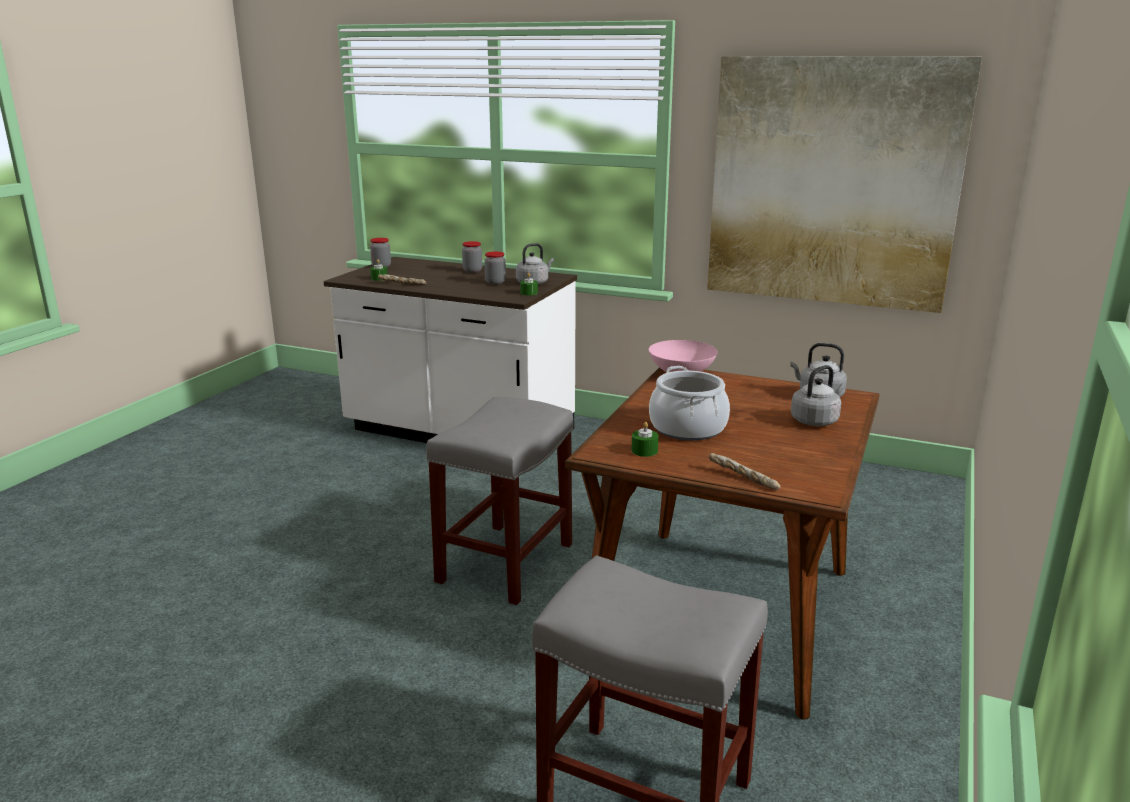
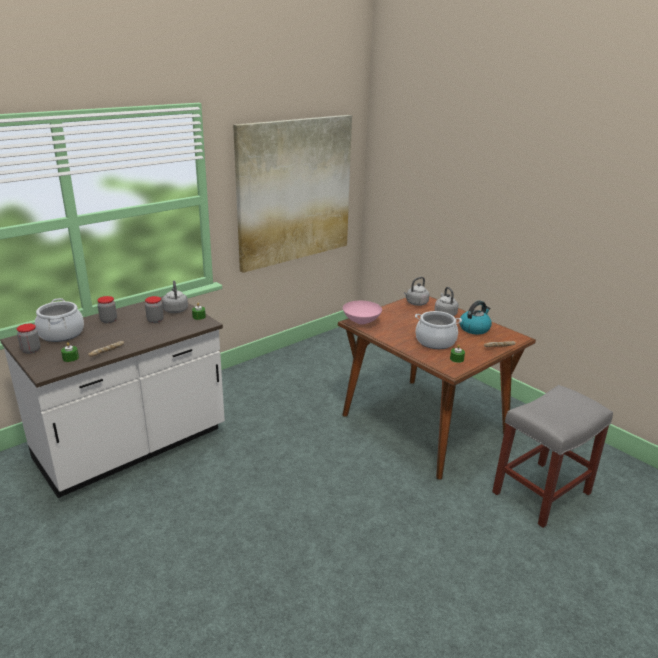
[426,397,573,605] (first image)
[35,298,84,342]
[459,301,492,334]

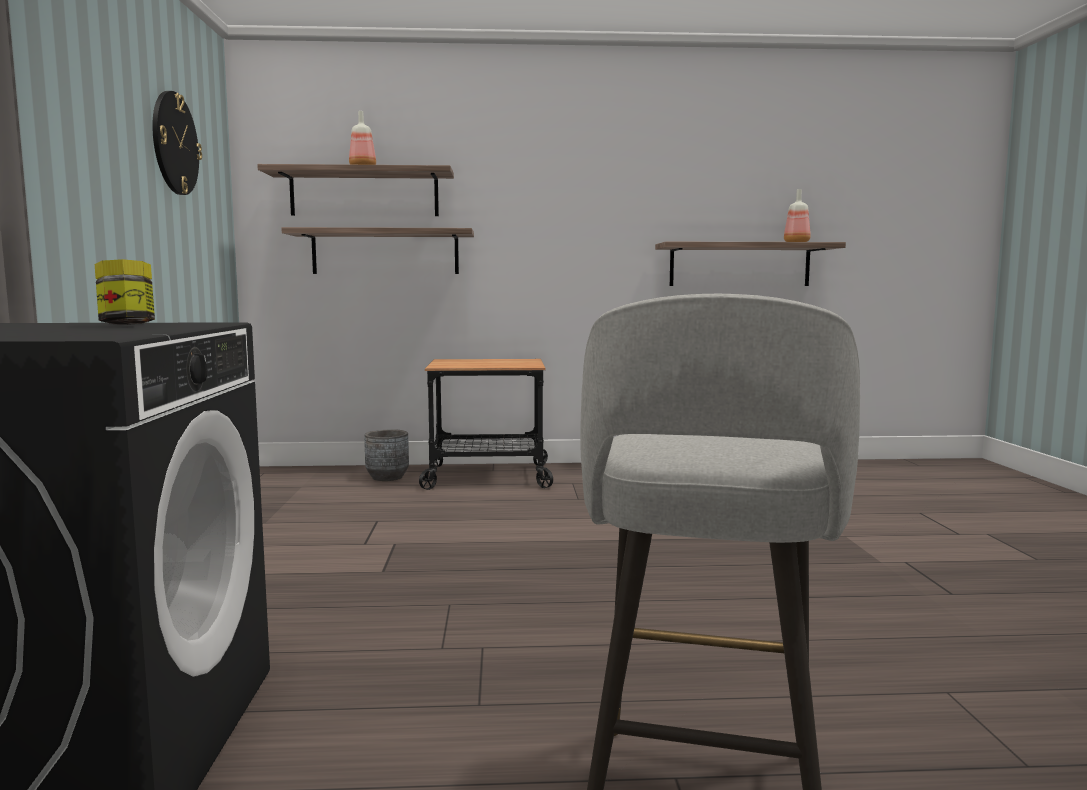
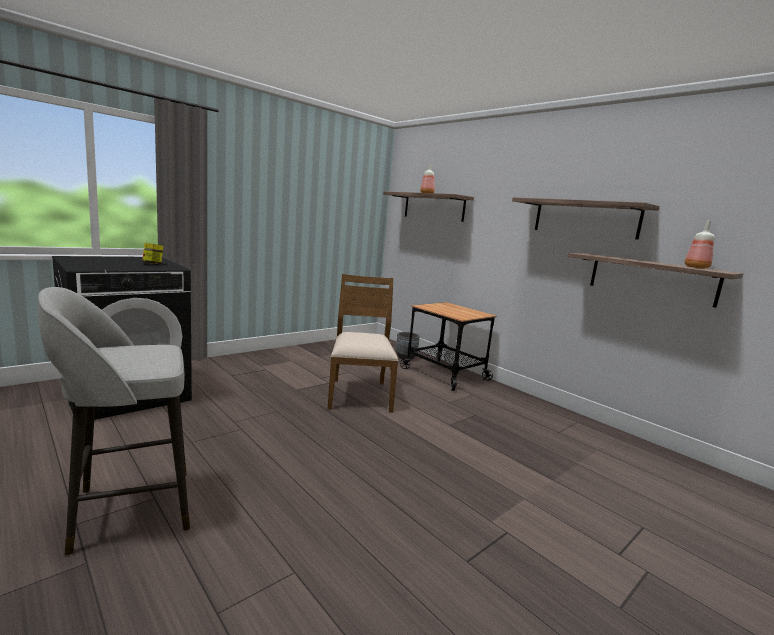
[152,91,202,195] (first image)
[328,274,398,413]
[512,197,660,240]

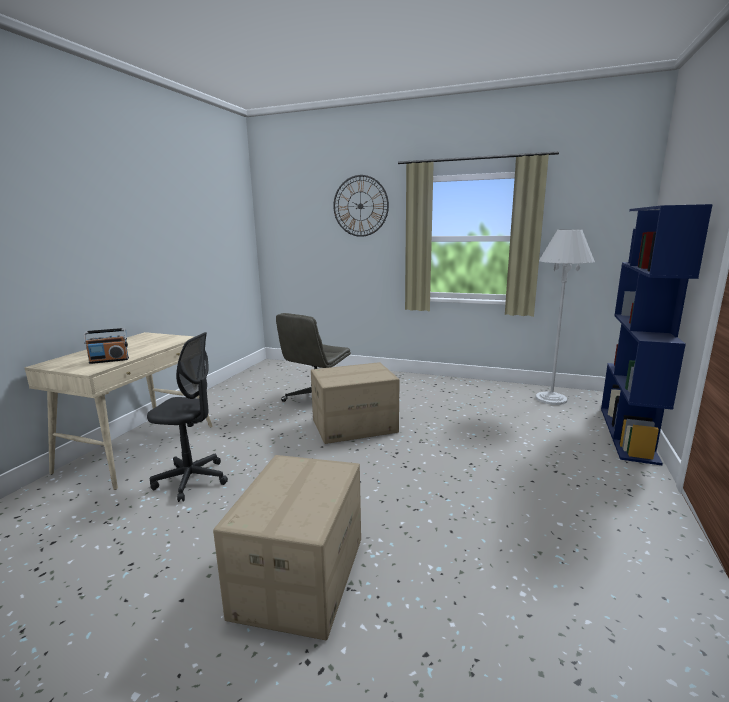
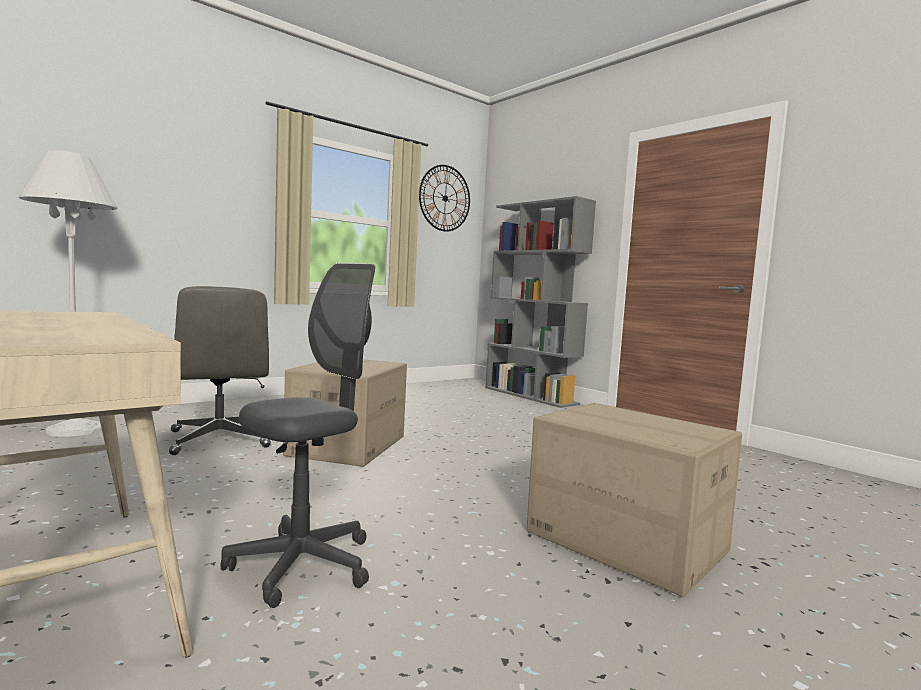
[84,328,129,364] (first image)
[419,165,470,232]
[18,150,118,437]
[485,196,596,408]

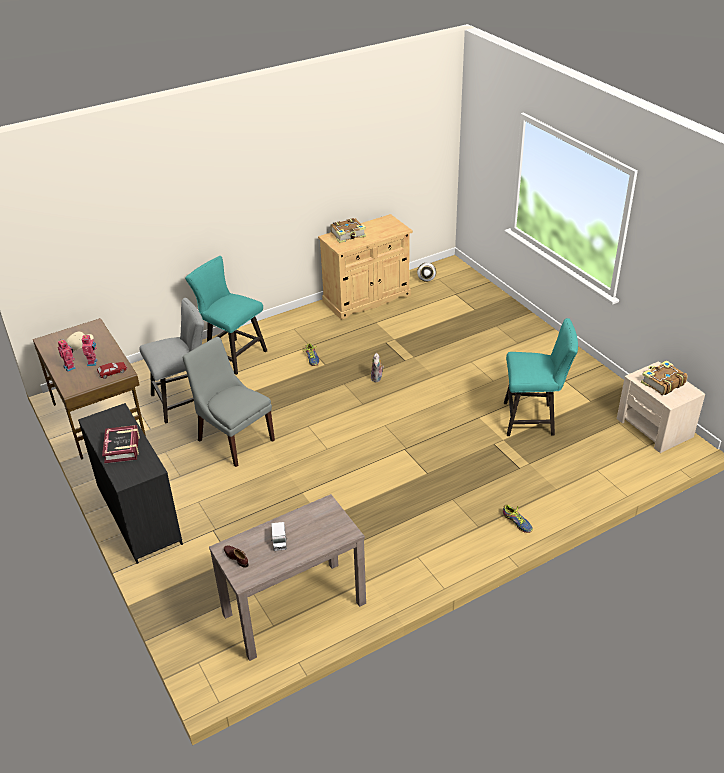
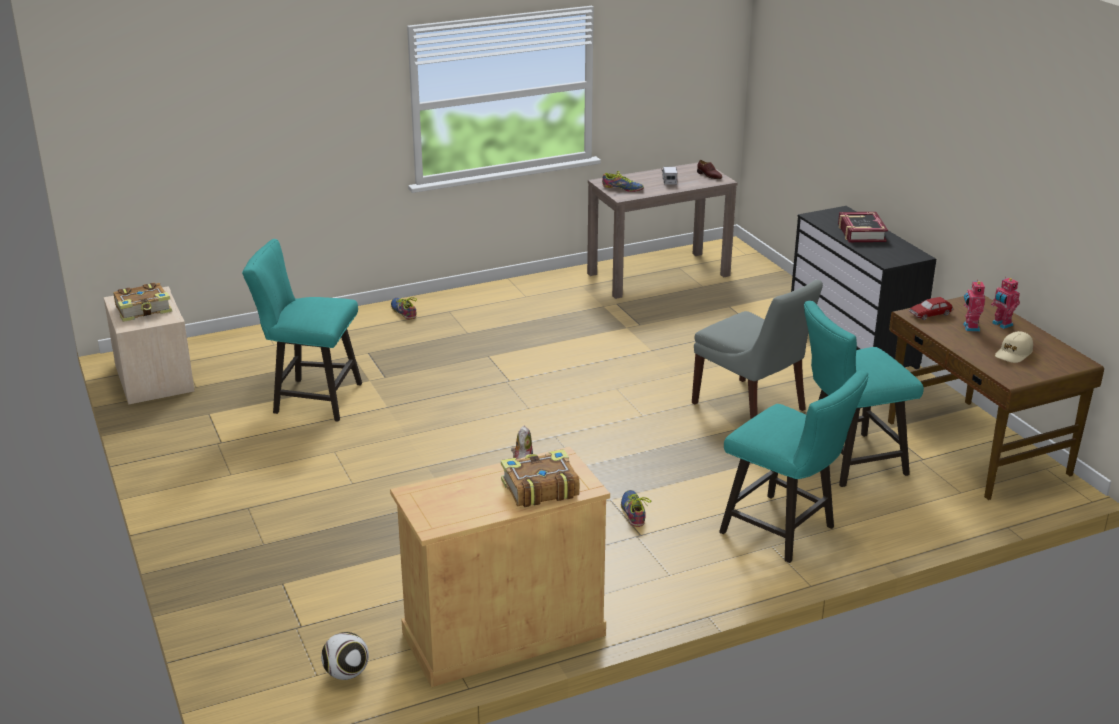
[602,171,644,192]
[804,301,924,487]

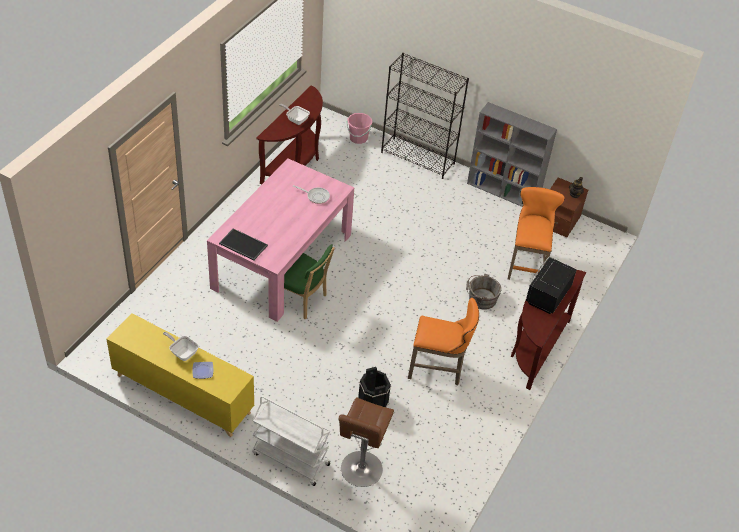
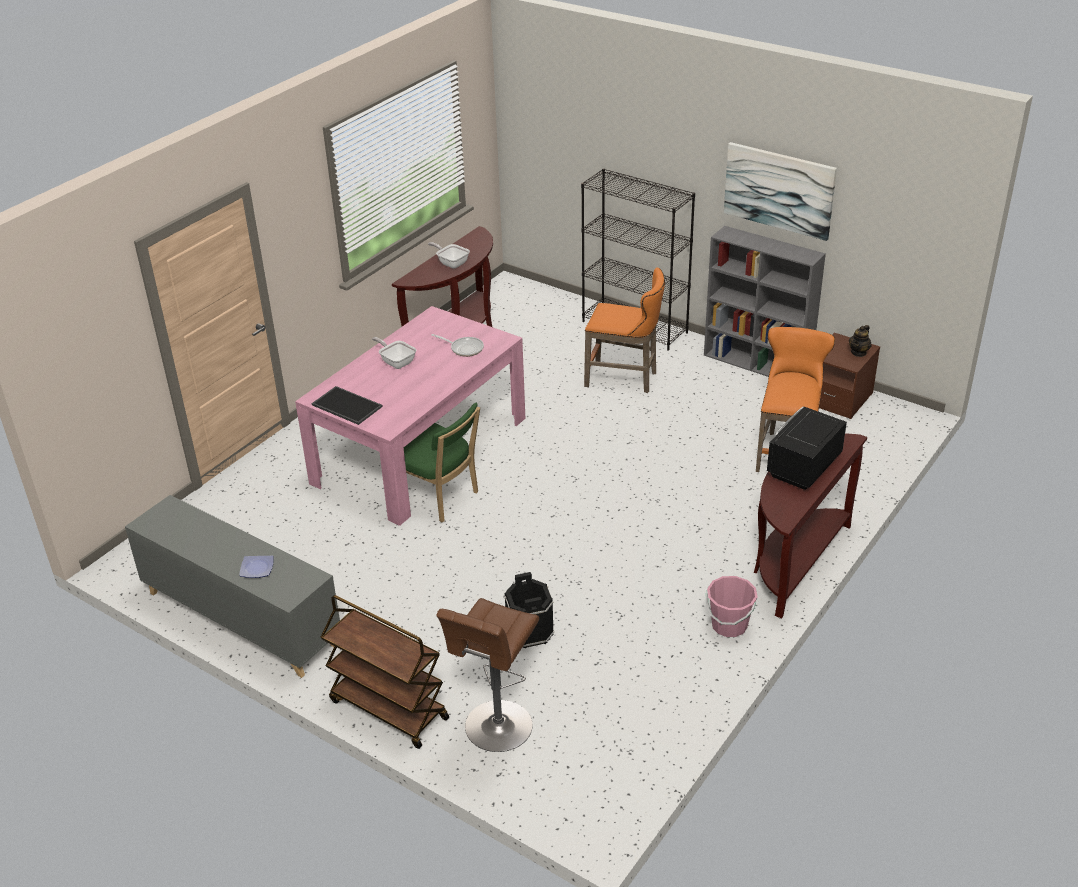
[466,274,501,310] (first image)
[724,142,837,241]
[372,337,416,369]
[706,576,758,637]
[584,267,665,393]
[125,495,340,678]
[321,595,449,749]

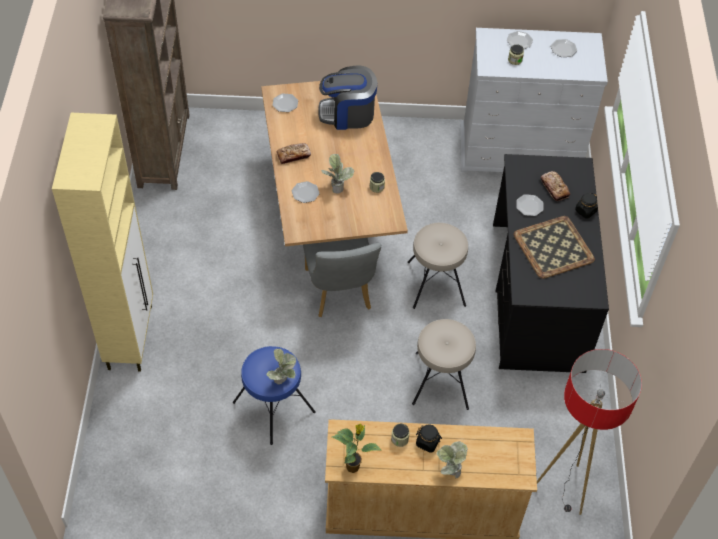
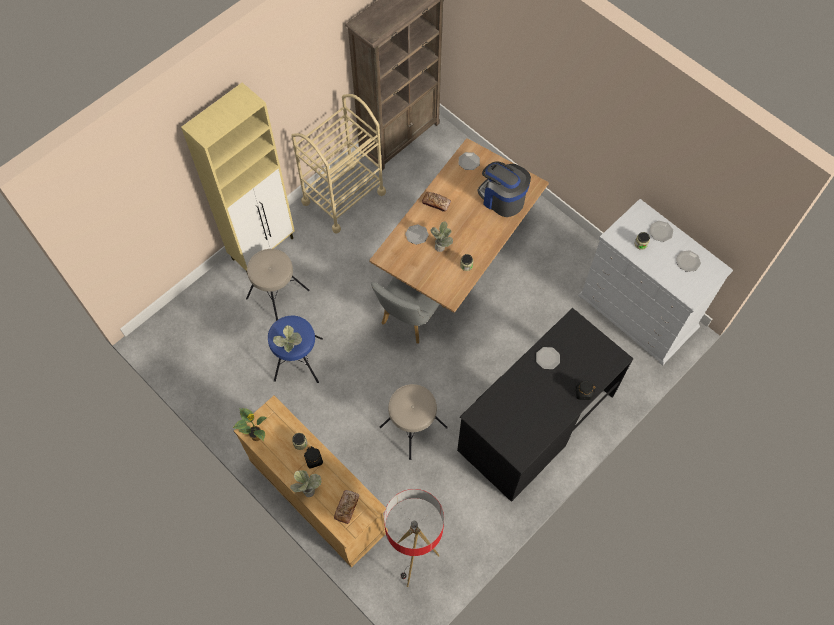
[514,216,595,279] (first image)
[291,94,386,234]
[246,249,310,321]
[334,490,359,524]

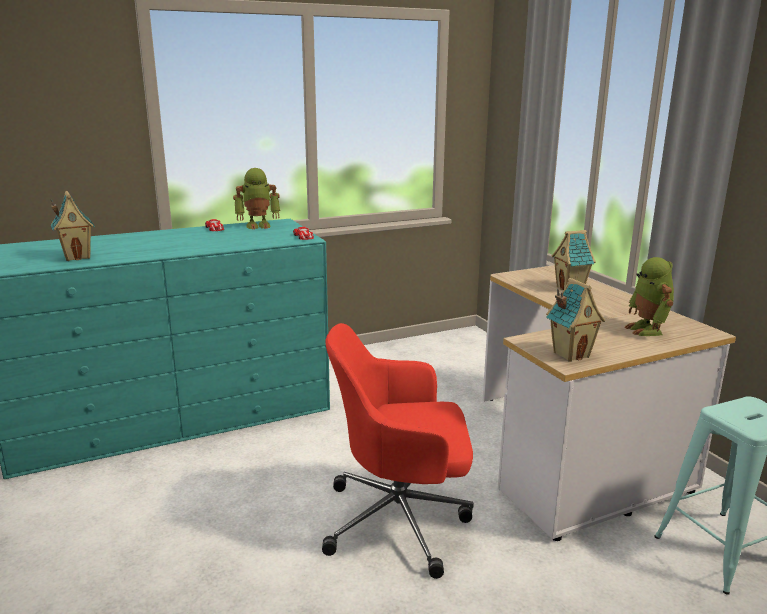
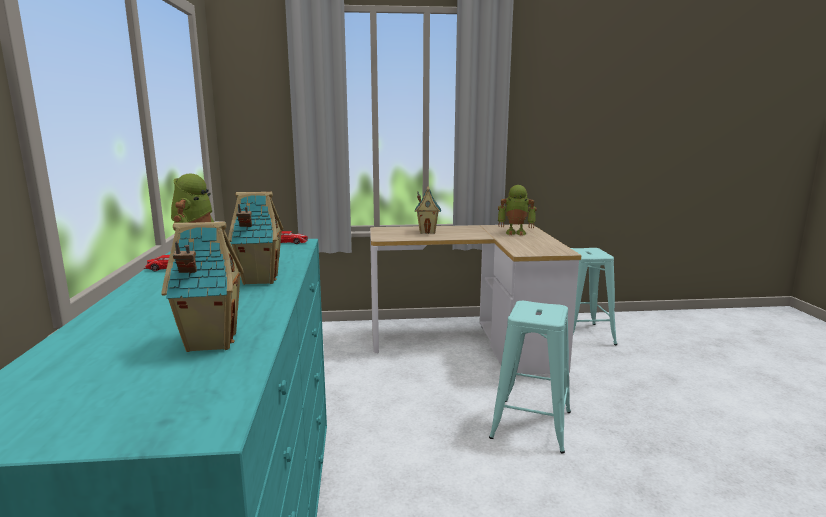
[228,192,284,285]
[489,301,571,453]

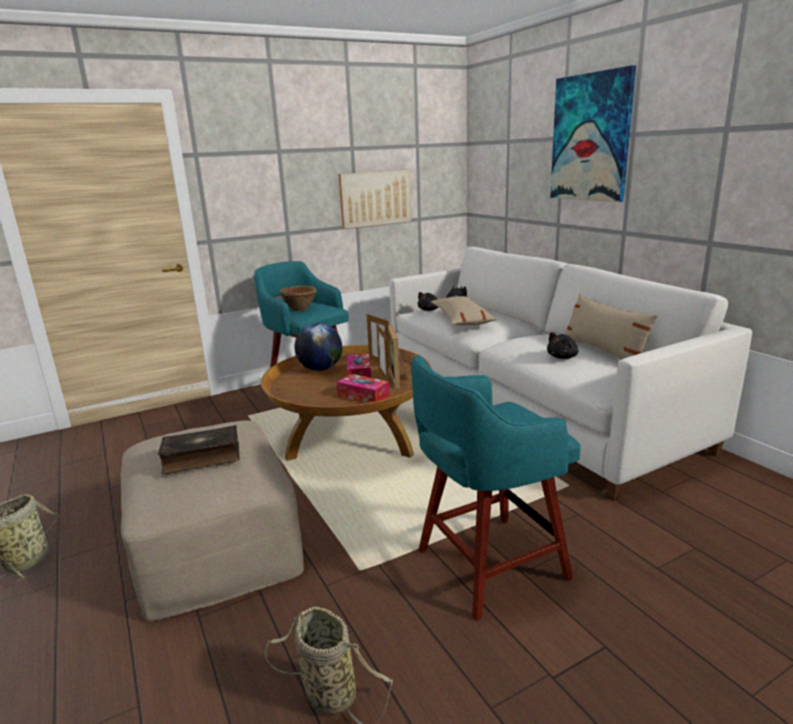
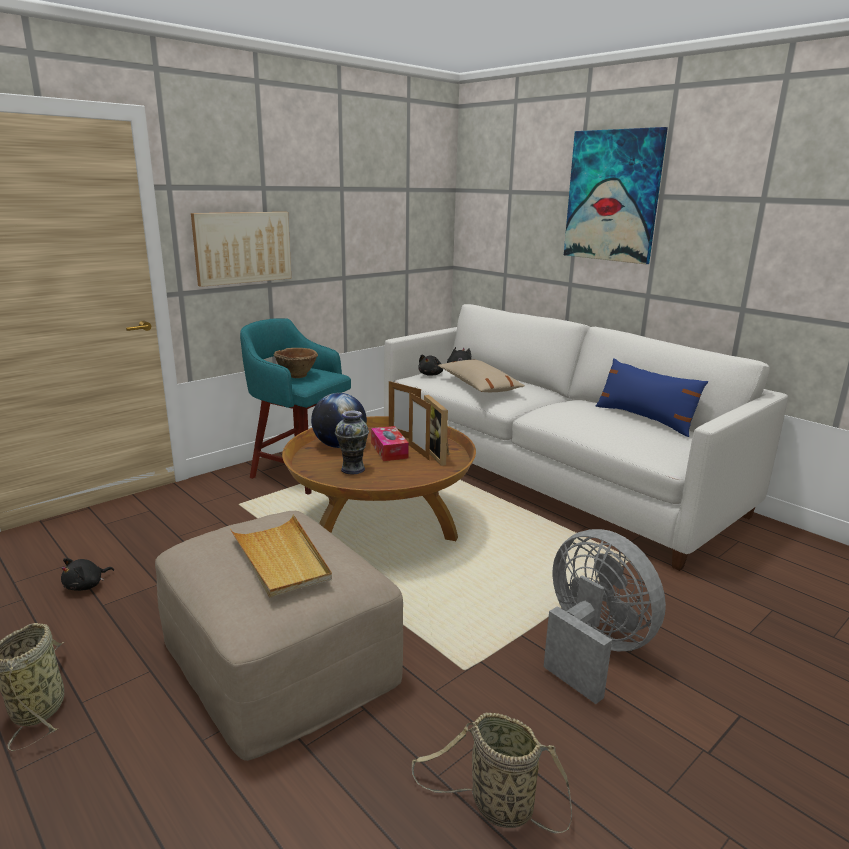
[337,374,389,403] (first image)
[335,411,369,474]
[191,212,291,287]
[61,558,114,591]
[230,514,332,597]
[543,529,666,704]
[596,358,708,437]

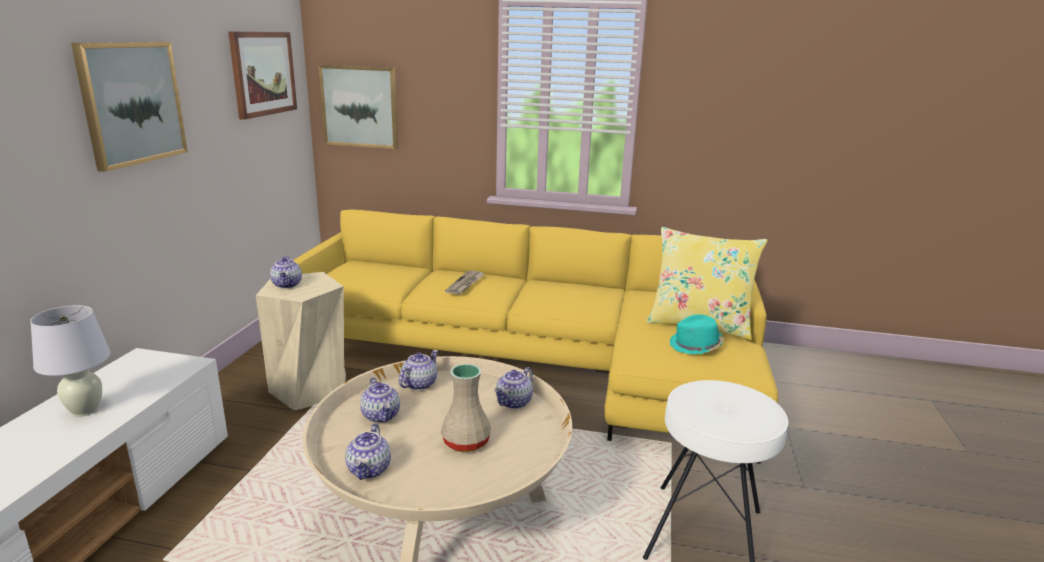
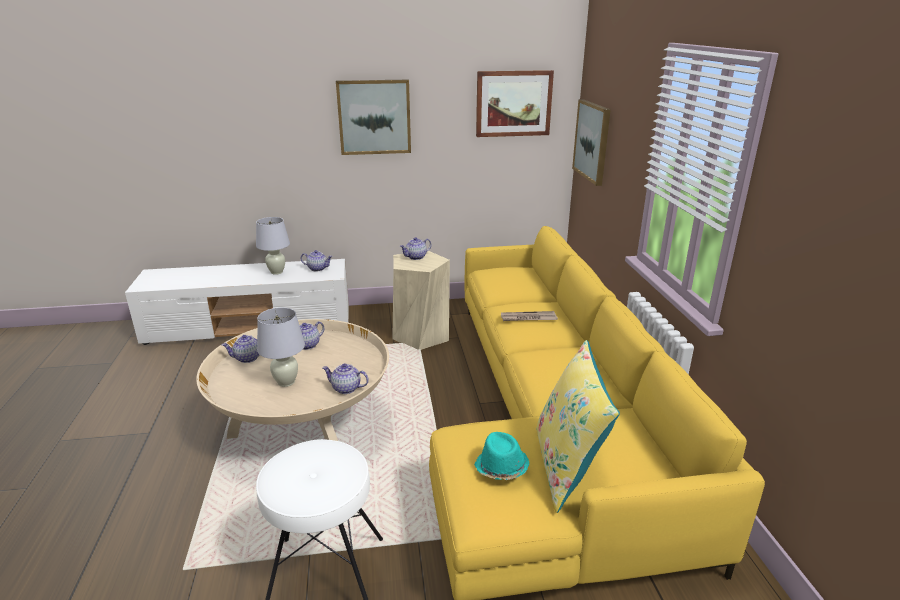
[301,250,333,272]
[257,307,305,387]

